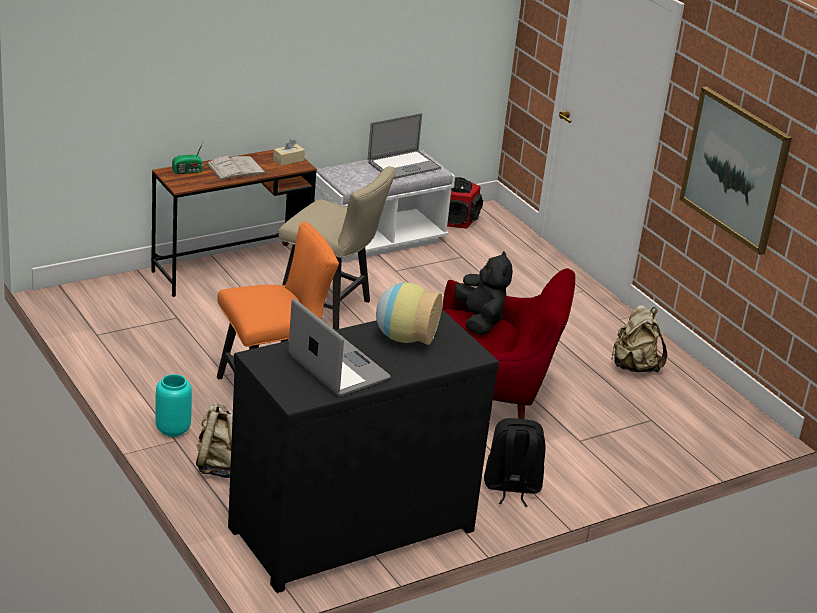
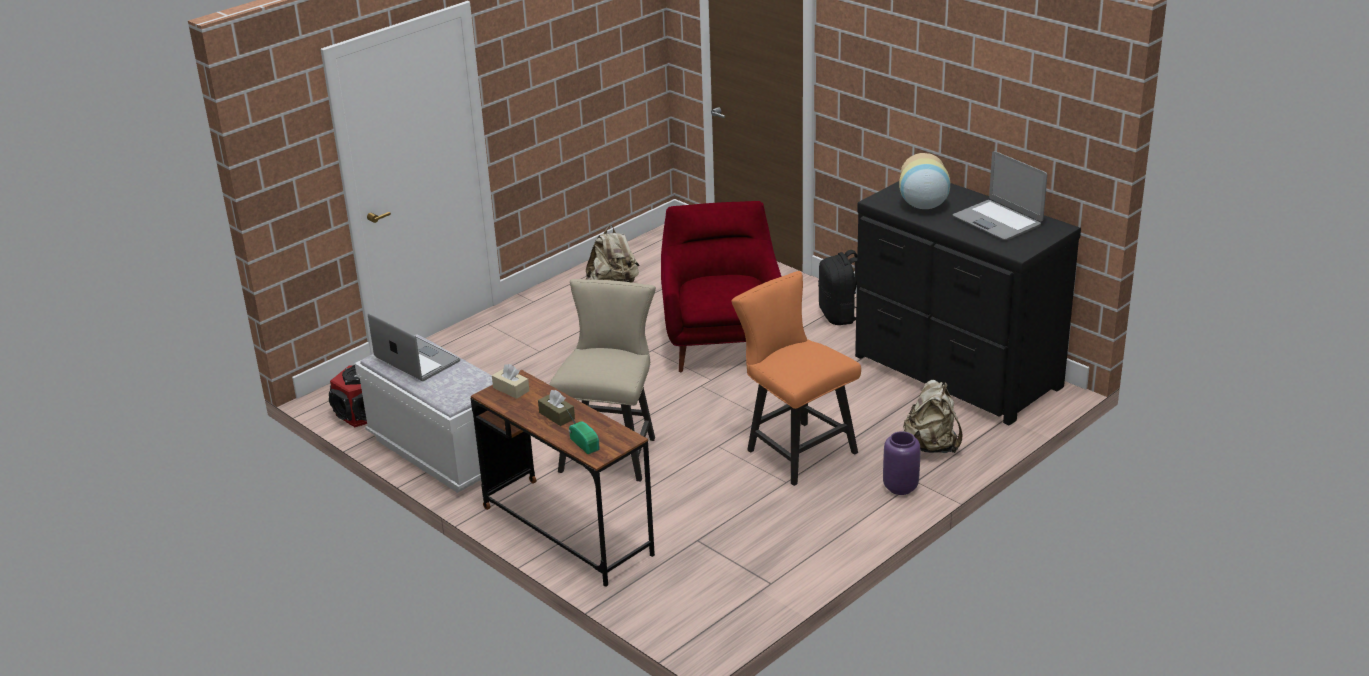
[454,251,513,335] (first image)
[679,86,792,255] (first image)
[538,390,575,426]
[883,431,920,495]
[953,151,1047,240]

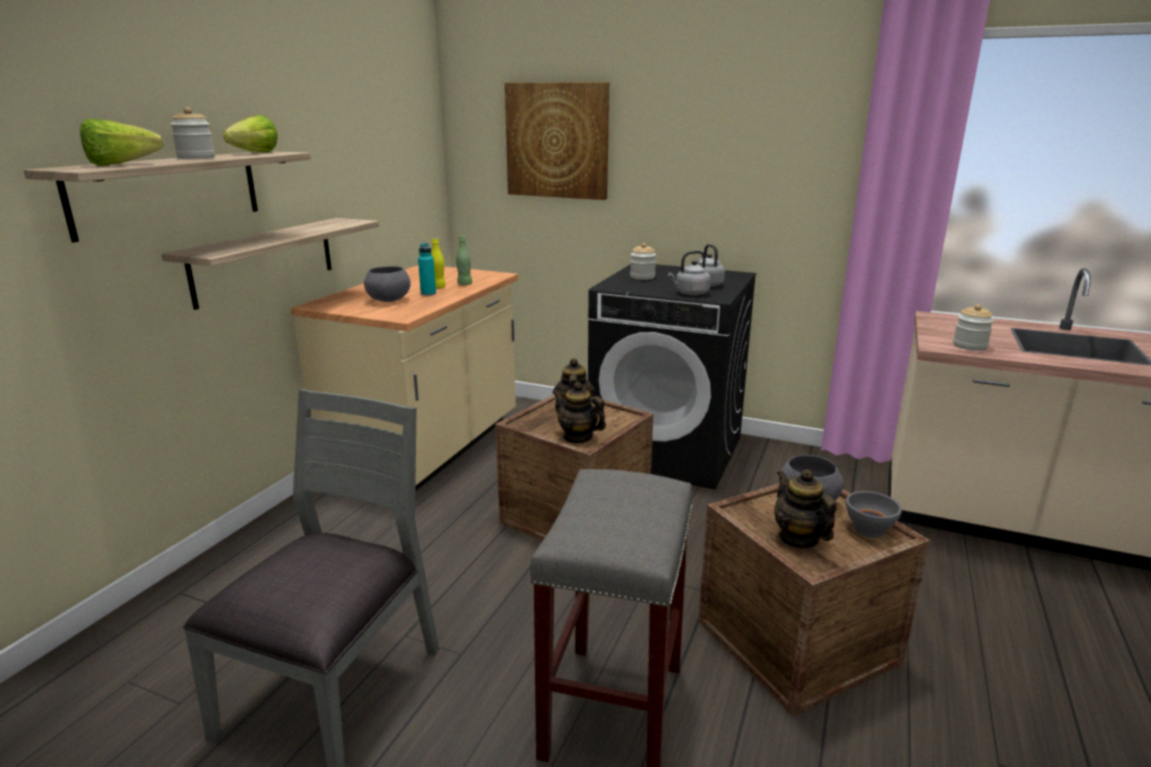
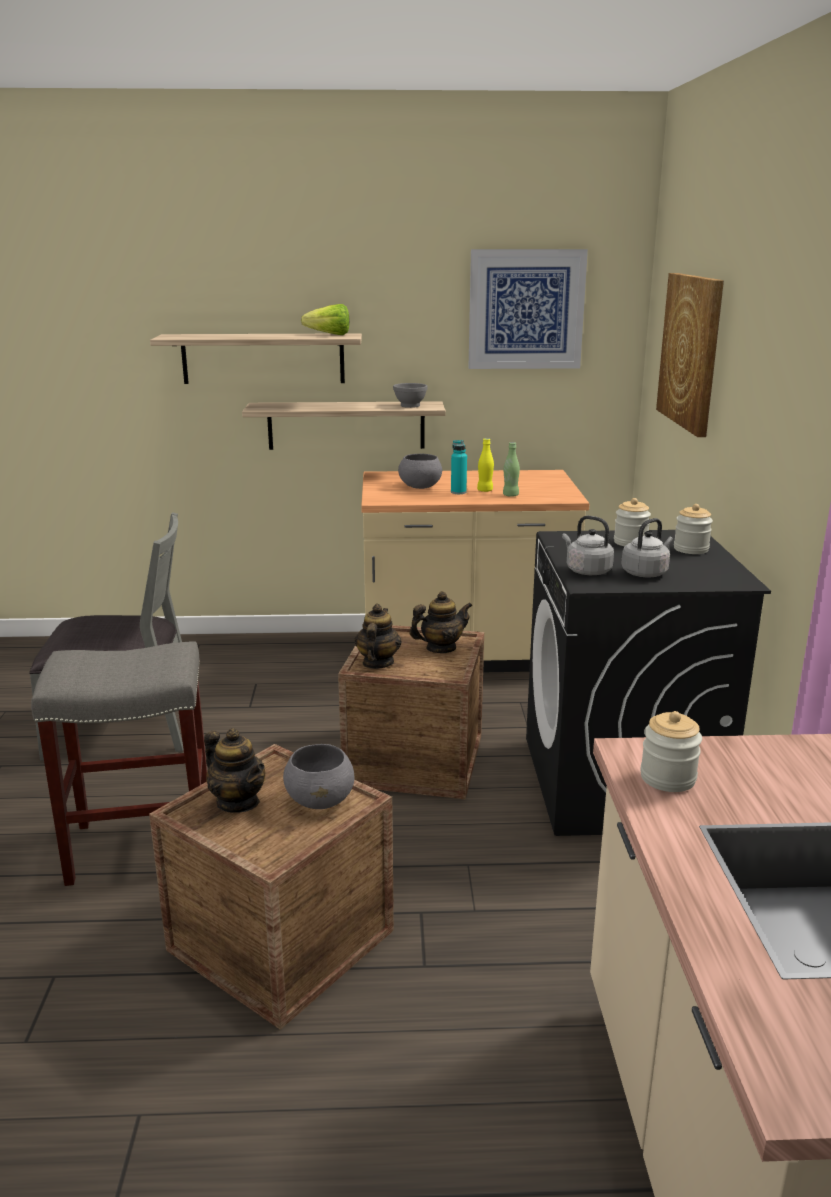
[80,119,164,166] (first image)
[468,249,588,369]
[674,504,713,554]
[393,383,427,408]
[204,728,265,813]

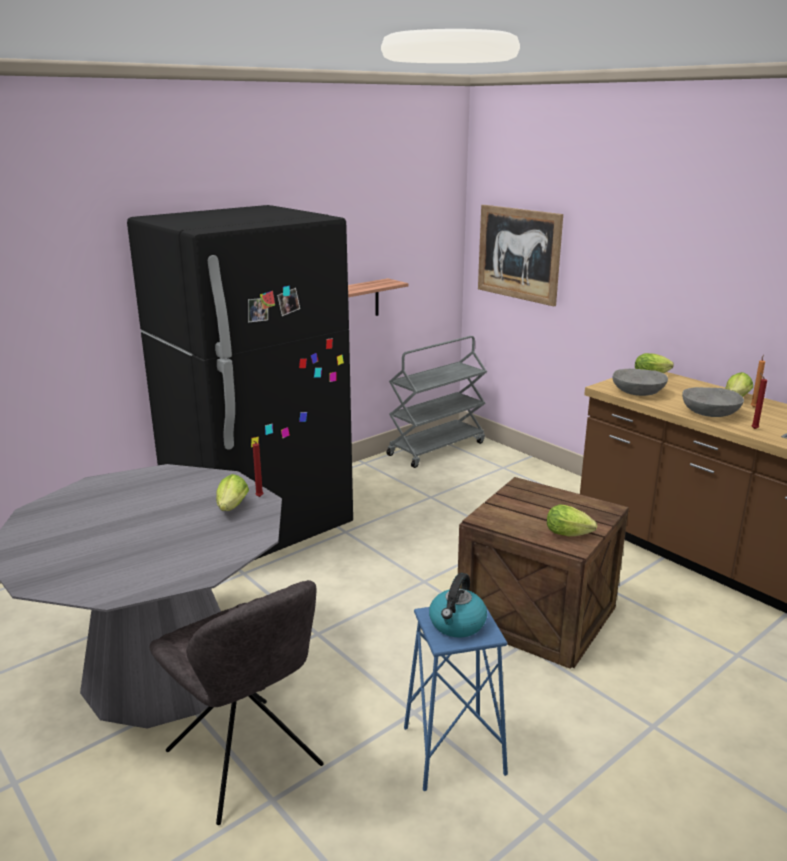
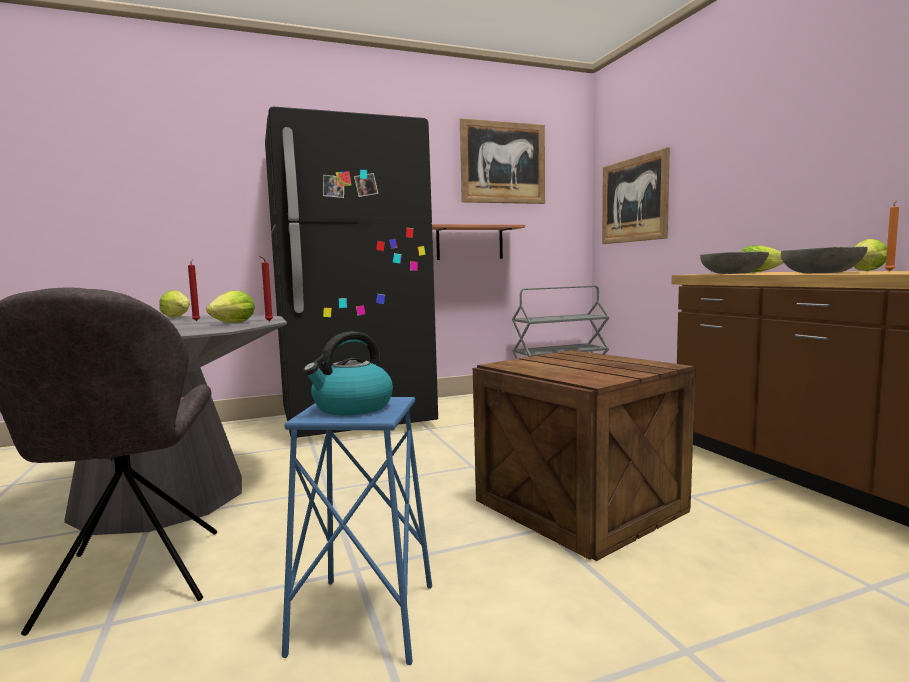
[460,118,545,204]
[159,290,190,317]
[188,259,200,321]

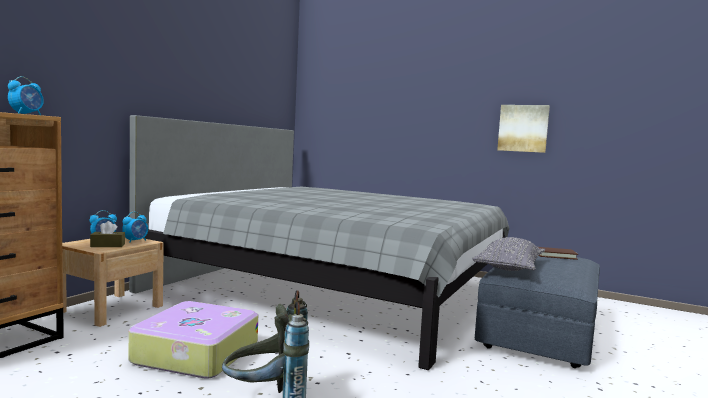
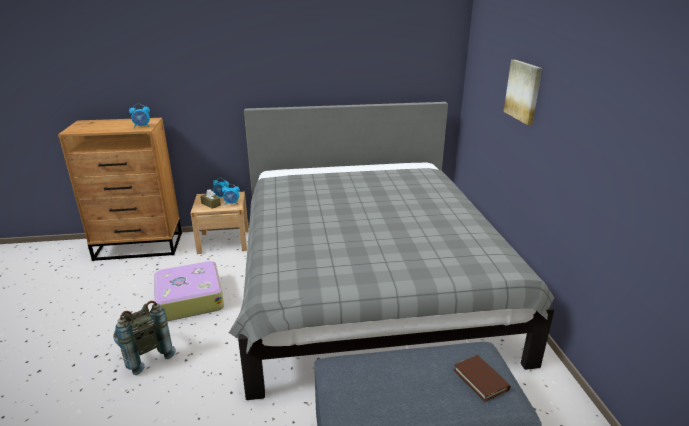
[472,237,545,271] (first image)
[504,60,542,125]

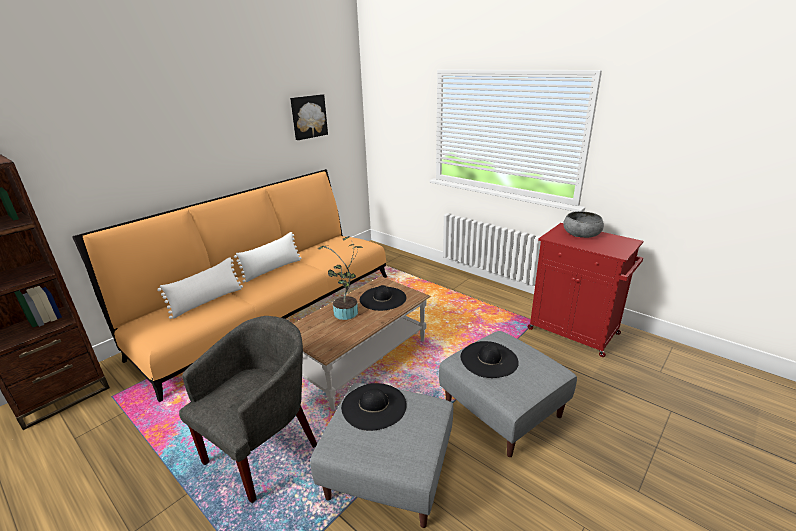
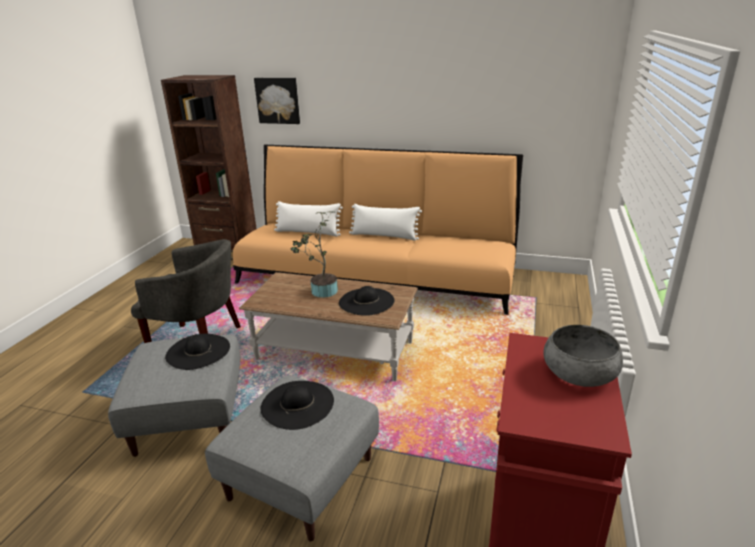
[254,78,300,124]

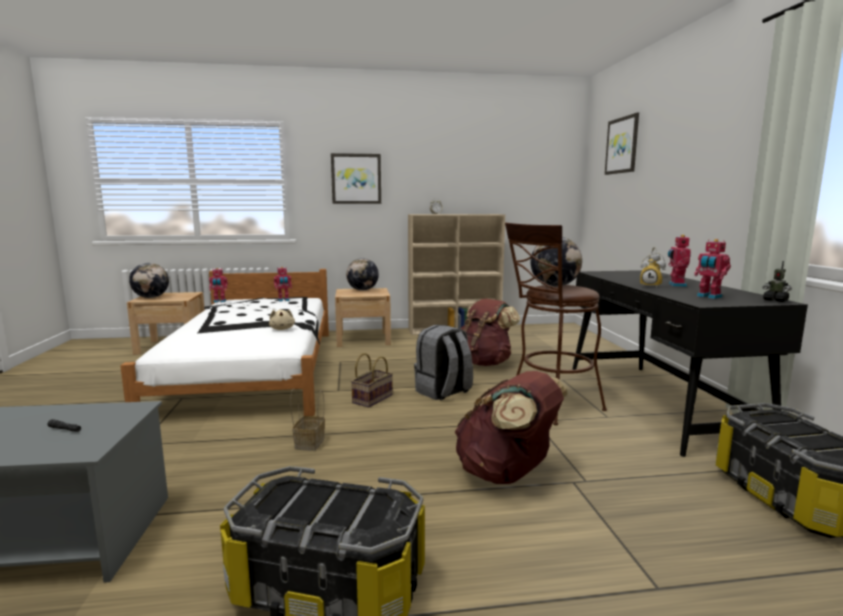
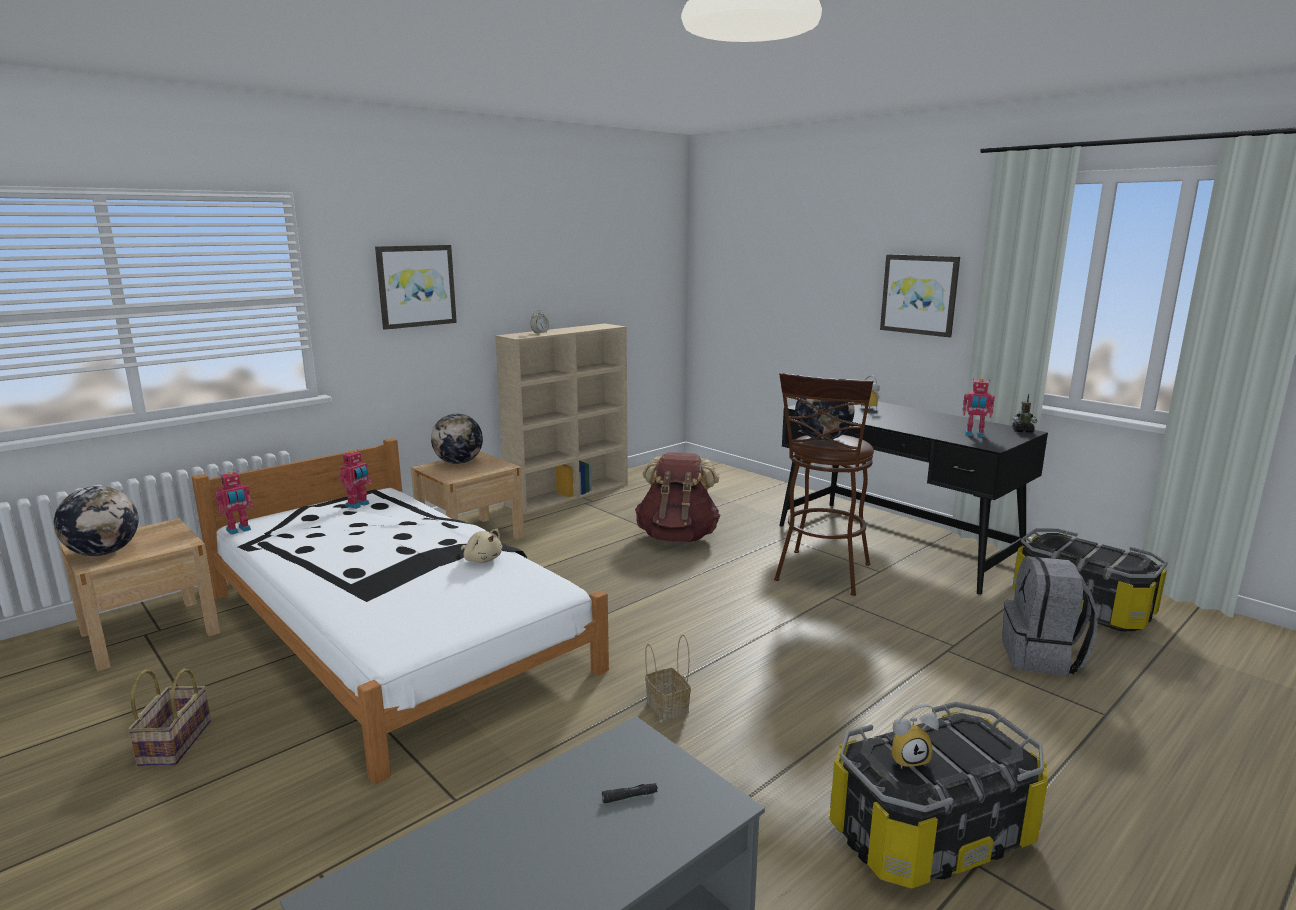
[454,371,568,484] (first image)
[668,235,691,287] (first image)
[127,669,211,766]
[1002,556,1098,676]
[880,254,960,337]
[892,704,939,769]

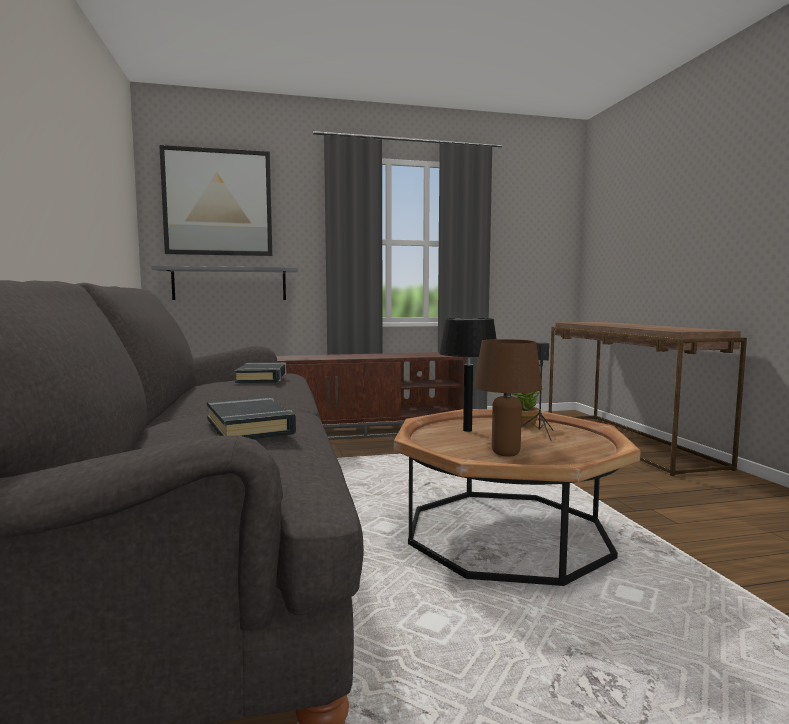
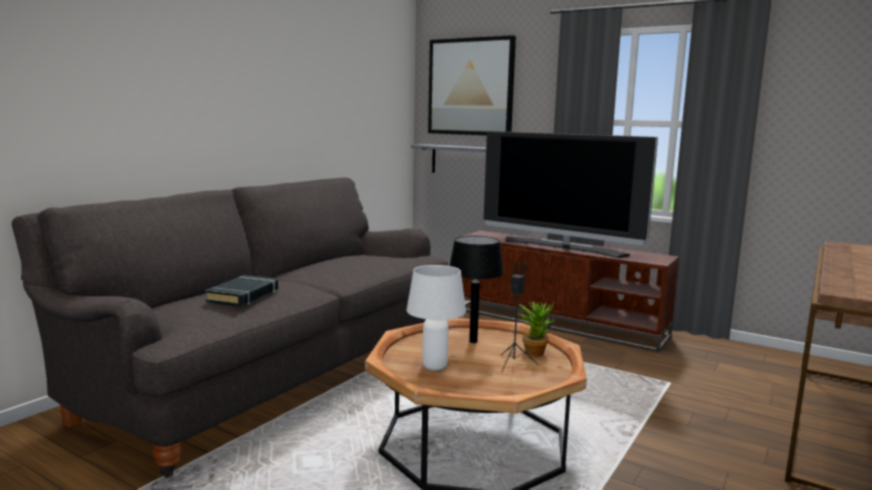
[234,362,286,383] (first image)
[484,131,658,258]
[407,265,466,371]

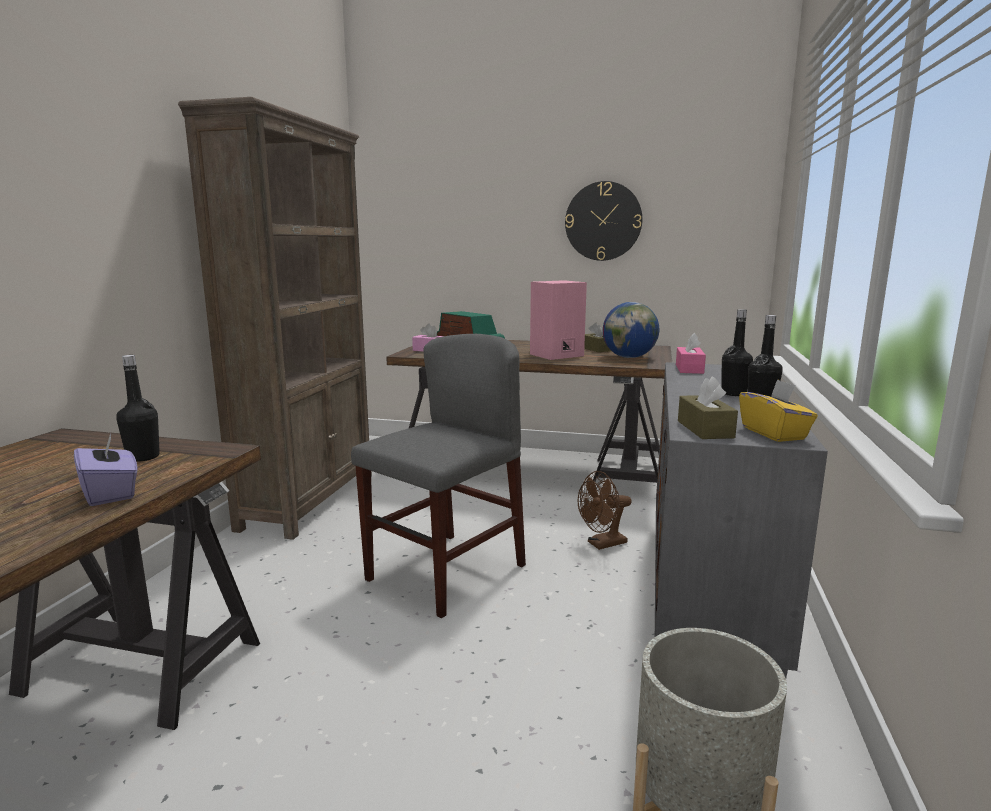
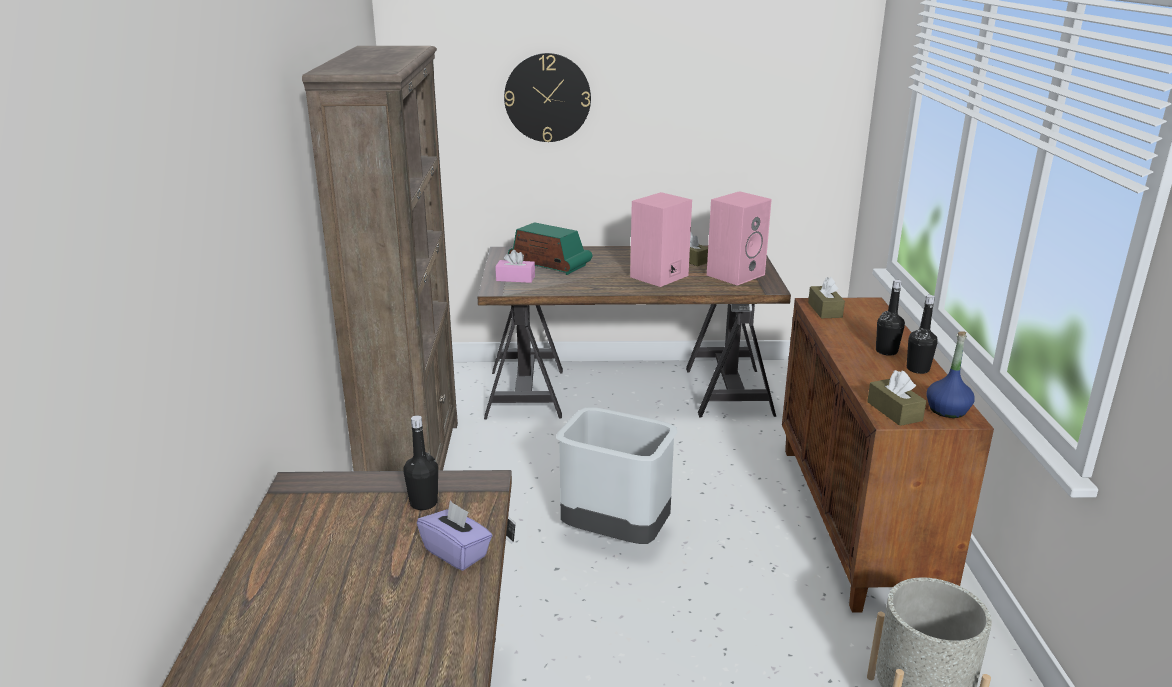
[578,471,632,550] (first image)
[504,53,591,142]
[556,407,677,544]
[707,191,772,286]
[926,331,975,418]
[782,297,994,613]
[808,277,845,318]

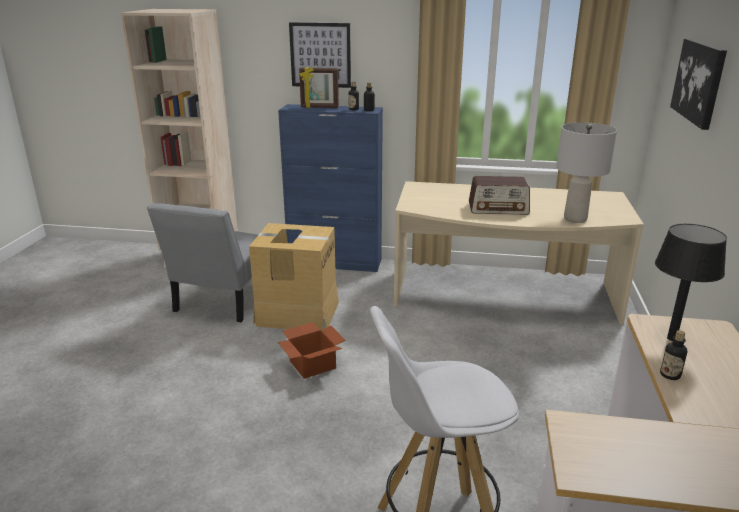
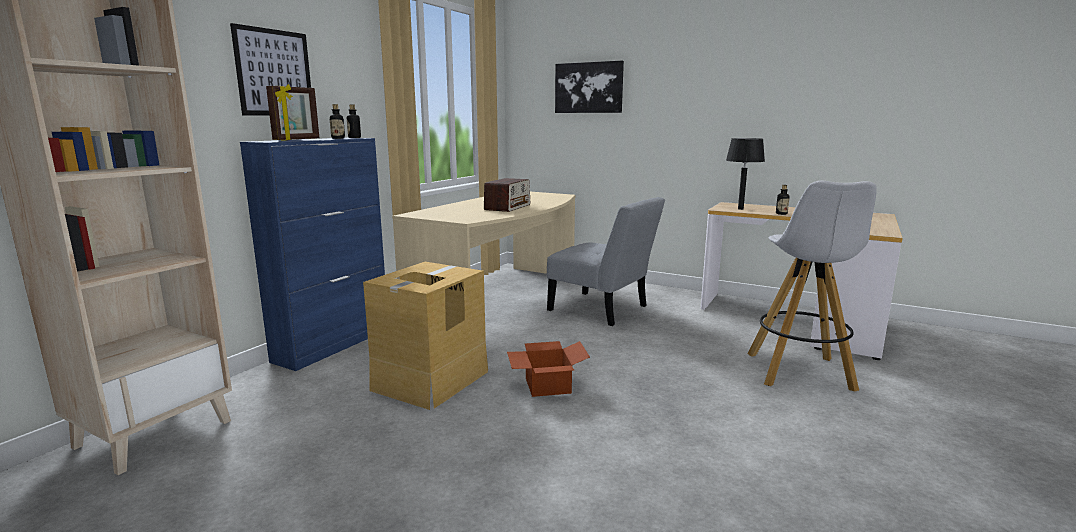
[556,122,617,223] (first image)
[547,197,665,326]

